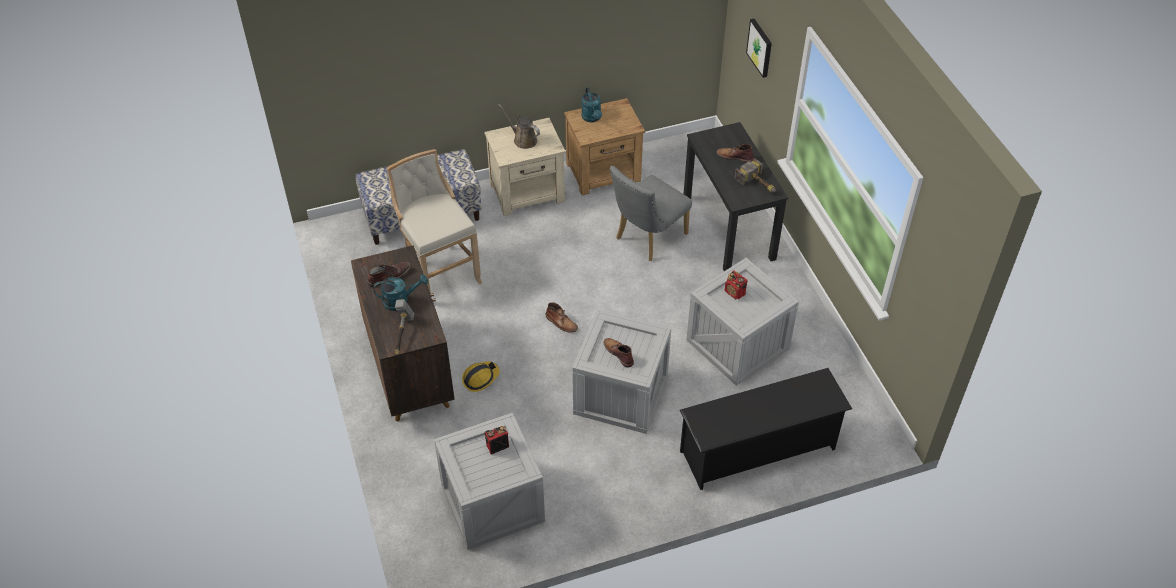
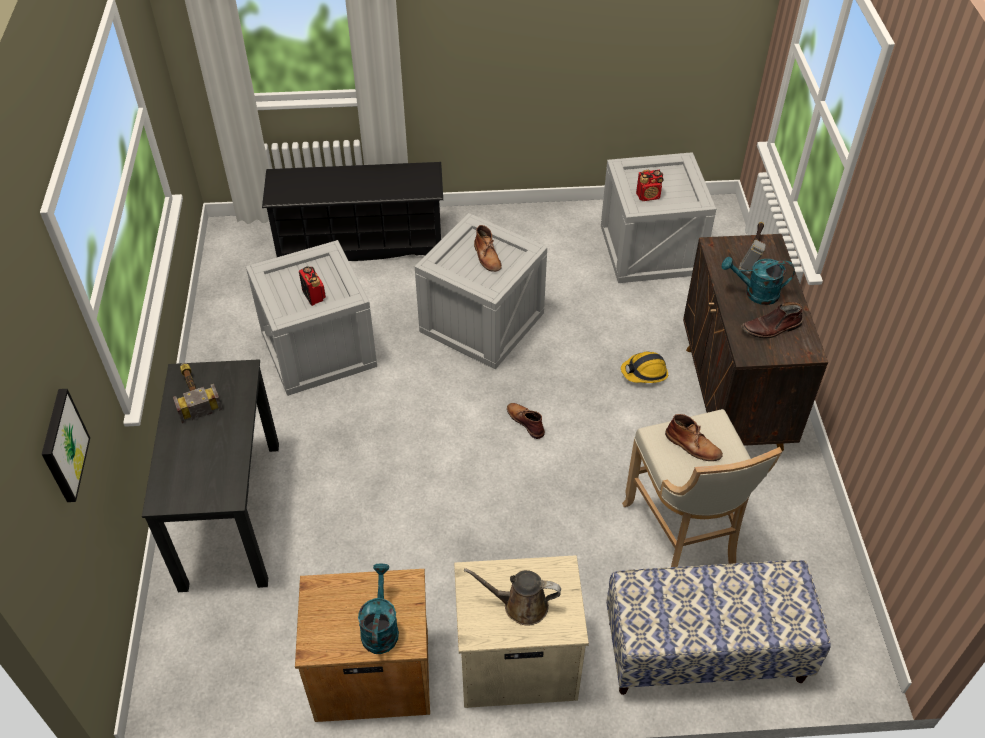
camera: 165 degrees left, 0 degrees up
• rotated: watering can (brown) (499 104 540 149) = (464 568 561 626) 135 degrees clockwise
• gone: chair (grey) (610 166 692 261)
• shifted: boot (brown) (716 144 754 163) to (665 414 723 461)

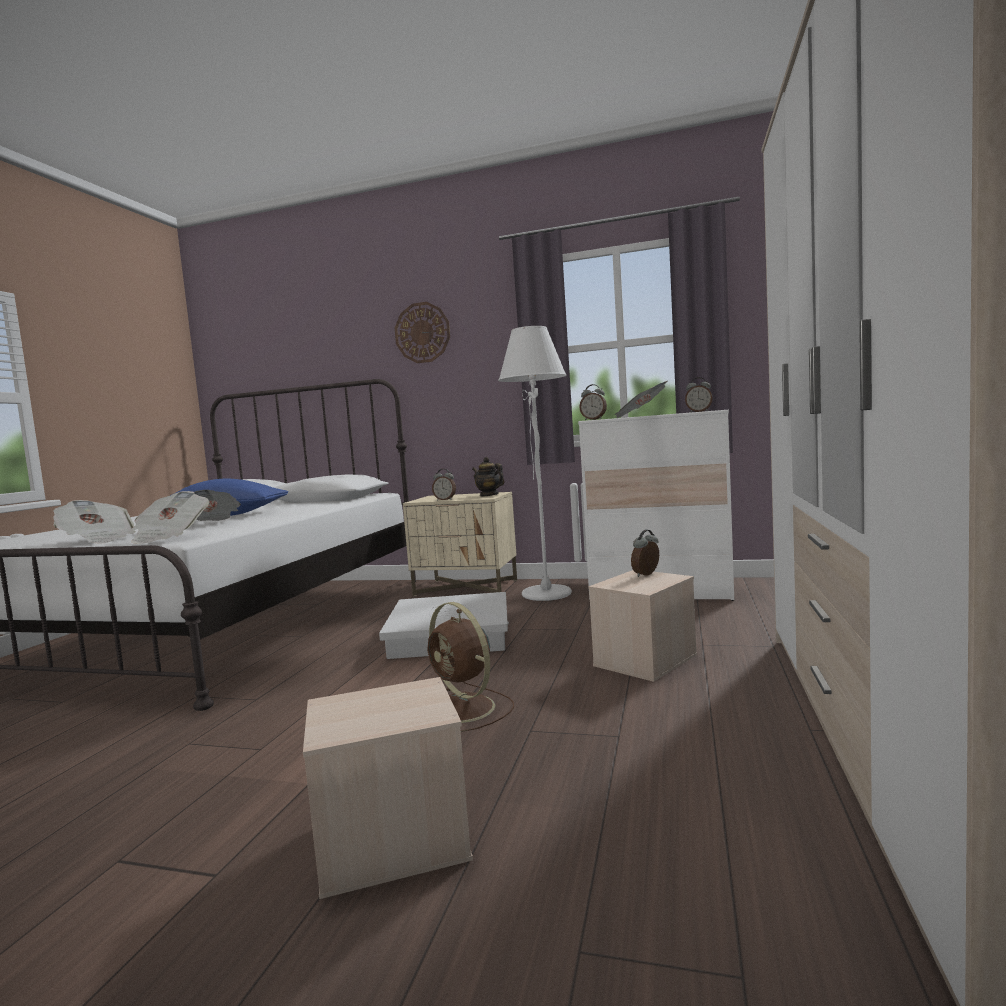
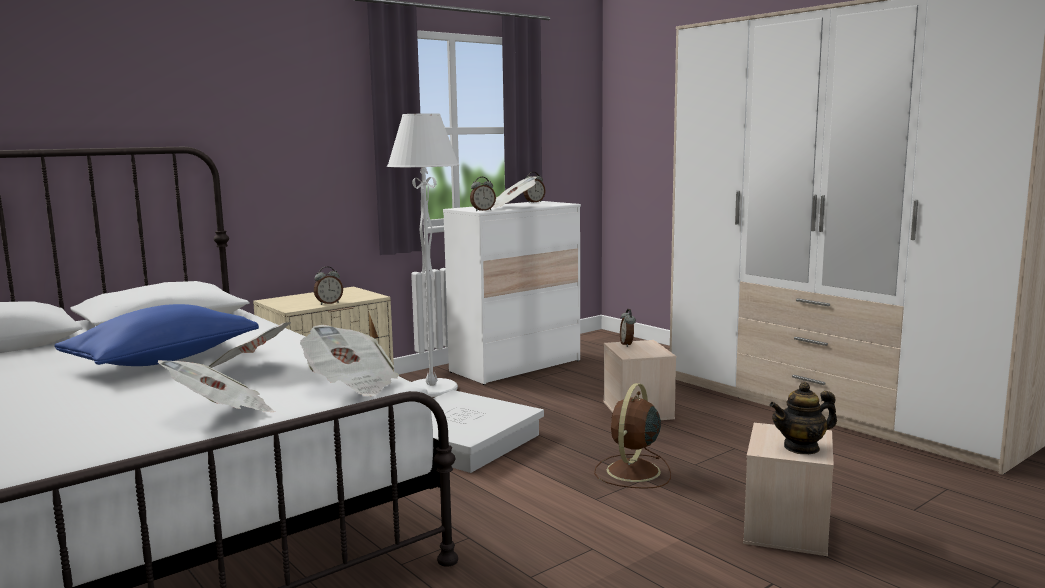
camera: 55 degrees left, 5 degrees up
• gone: wall clock (395 302 450 363)
• rotated: fan (brown) (427 602 514 732) = (594 383 671 489) 120 degrees clockwise
• shifted: teapot (472 457 504 496) to (769 382 837 454)

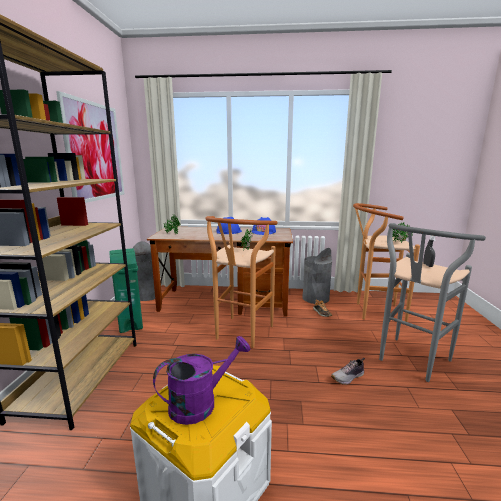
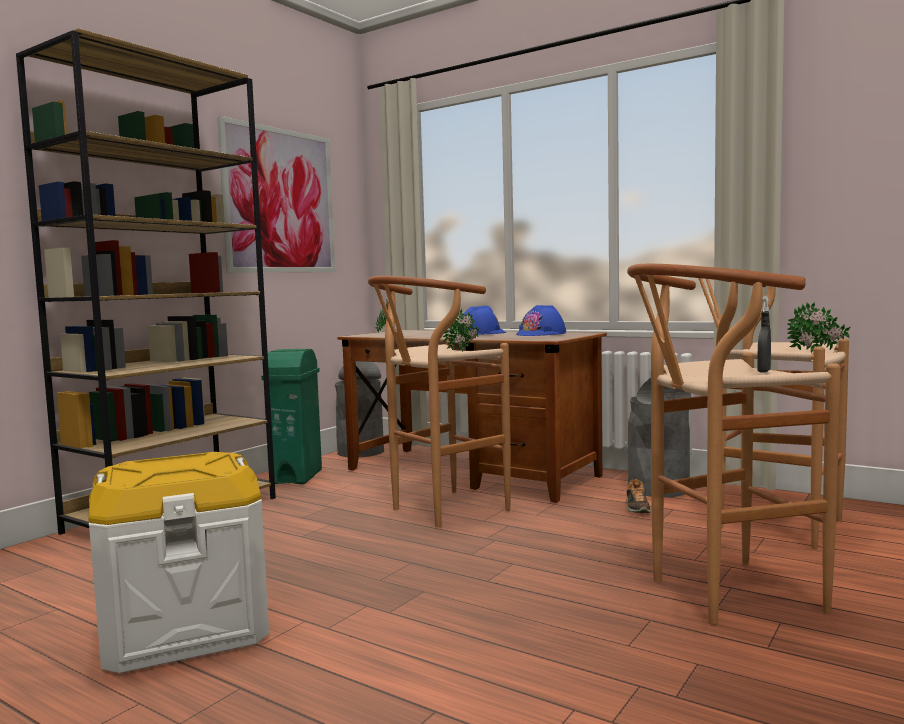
camera: 30 degrees right, 10 degrees down
• gone: watering can (purple) (153 336 250 425)
• gone: shoe (331 358 365 385)
• repainted: stool (grey) (379 223 486 382) to stool (brown) (627 264 841 625)

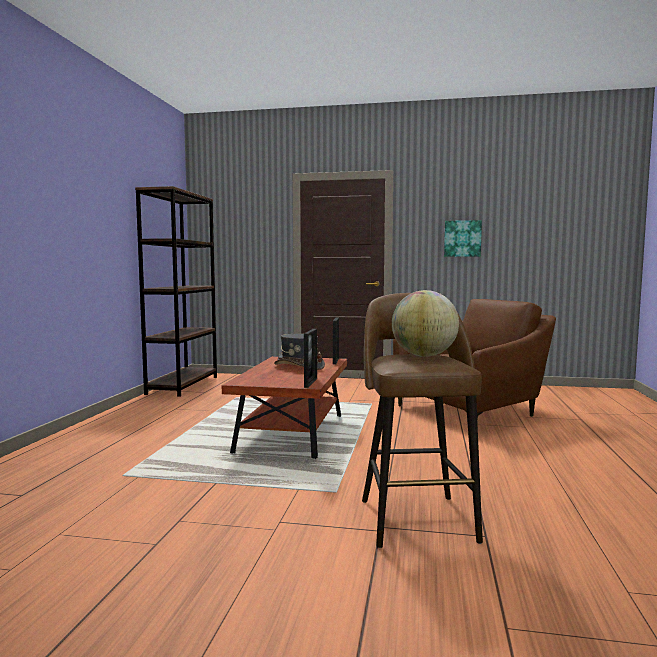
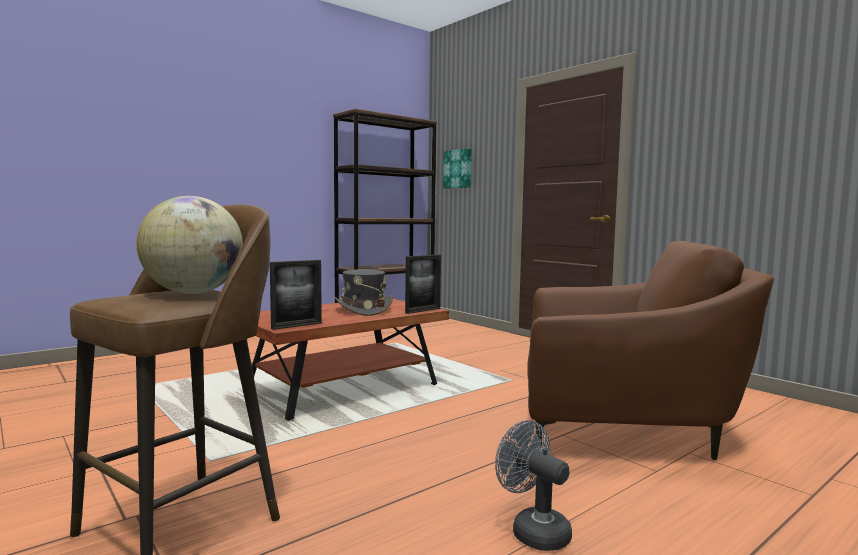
camera: 40 degrees right, 0 degrees up
• shifted: picture (444 220 482 257) to (443 148 472 189)
• new: fan (grey) (495 420 572 551)

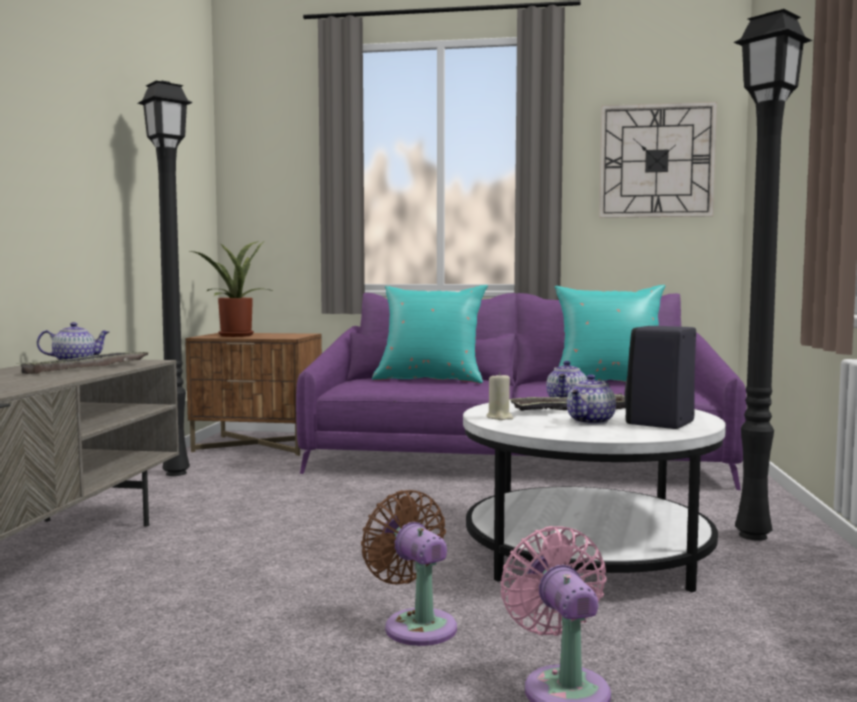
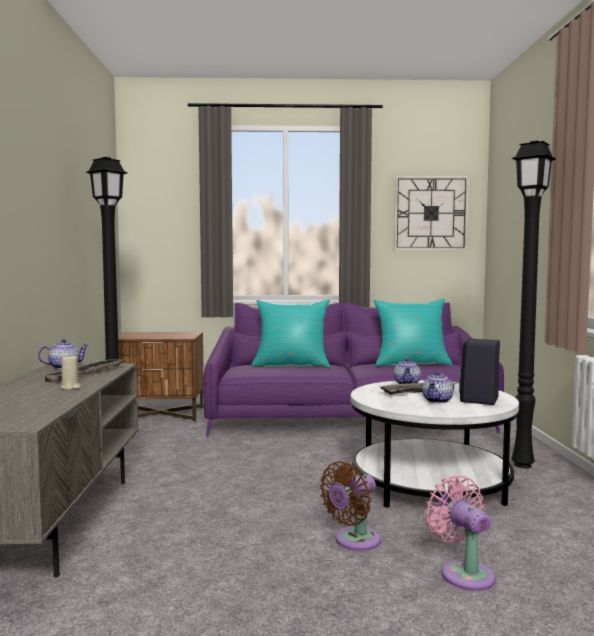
camera: 10 degrees left, 0 degrees up
• gone: potted plant (190 241 274 337)
• rotated: fan (brown) (361 490 457 646) = (320 461 381 551) 90 degrees counterclockwise
• shifted: candle (beige) (487 372 513 420) to (60 354 81 390)

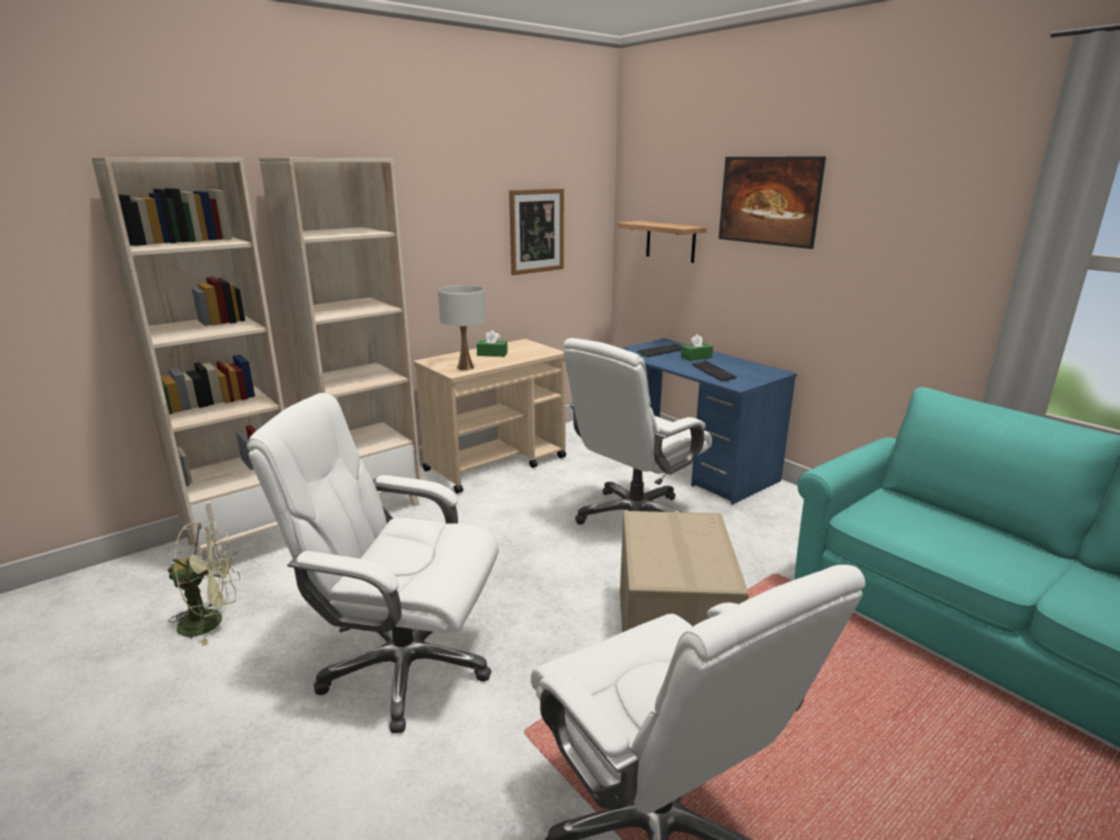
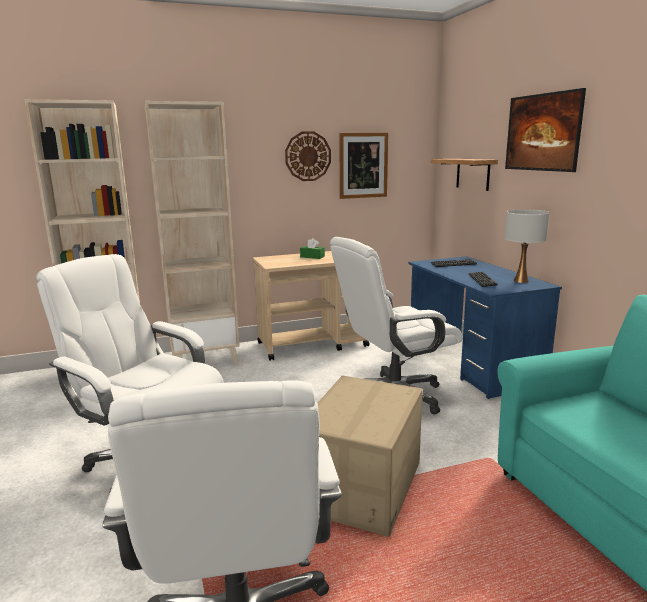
camera: 20 degrees right, 5 degrees down
• gone: fan (green) (168 520 240 646)
• shifted: table lamp (white) (438 285 486 370) to (505 210 550 283)
• gone: tissue box (green) (681 334 713 361)
• new: wall clock (285 131 331 181)

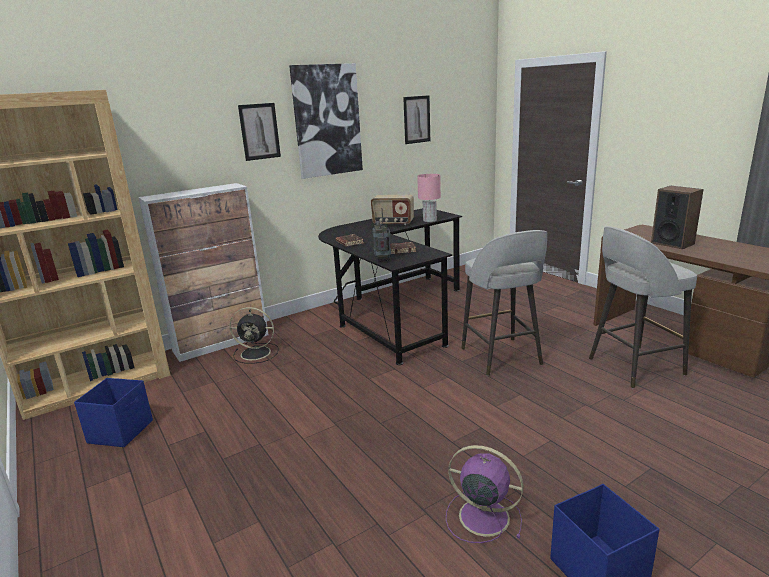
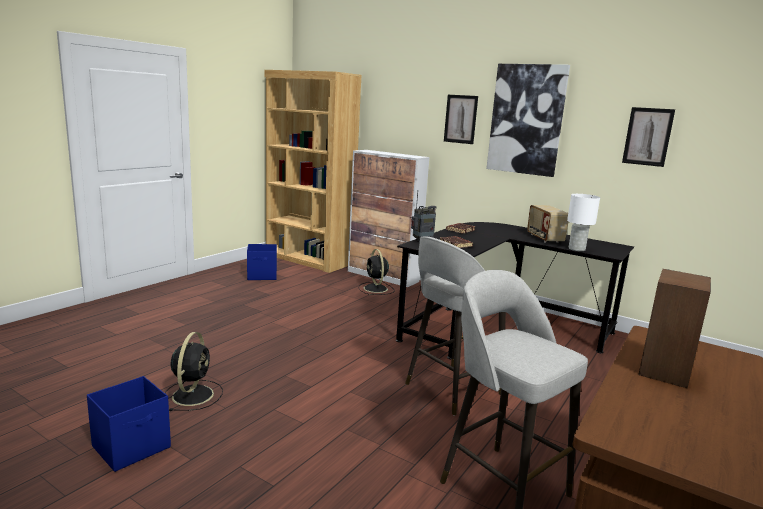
camera: 65 degrees right, 5 degrees down
• repainted: table lamp (pink) (417 174 441 222) to table lamp (white) (567 194 600 251)
• repainted: fan (purple) (446 445 524 543) to fan (black) (165 332 223 411)

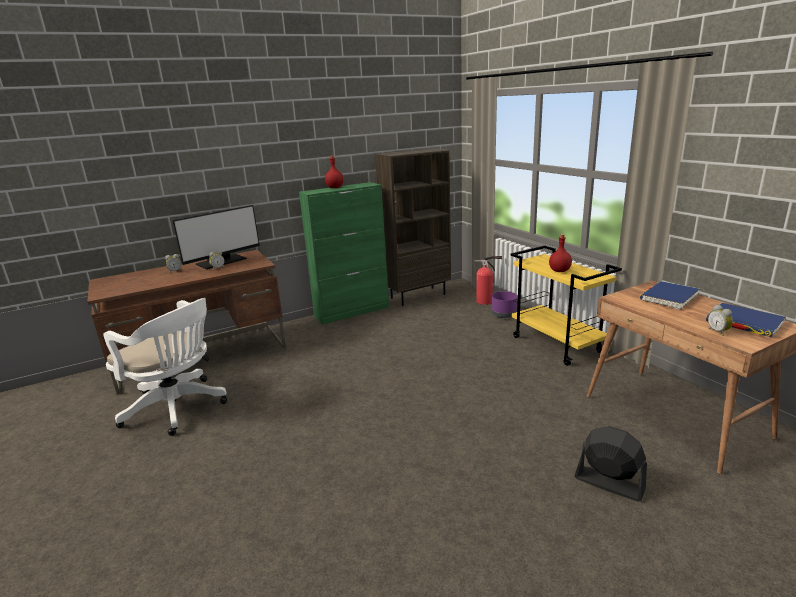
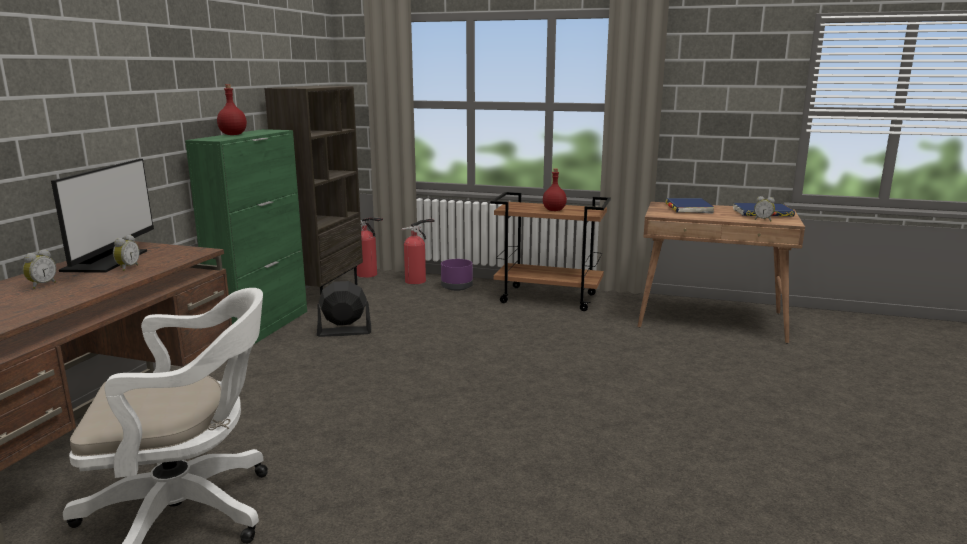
camera: 45 degrees left, 5 degrees down
• repainted: cart (yellow) (510 246 622 366) to cart (brown) (490 192 611 311)
• shifted: fan (black) (574 426 647 501) to (317 281 371 337)
• new: fire extinguisher (357 217 383 278)

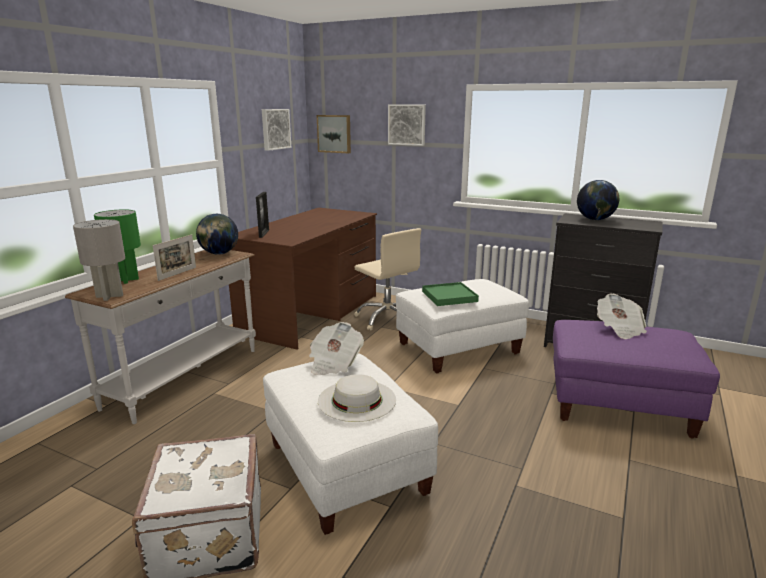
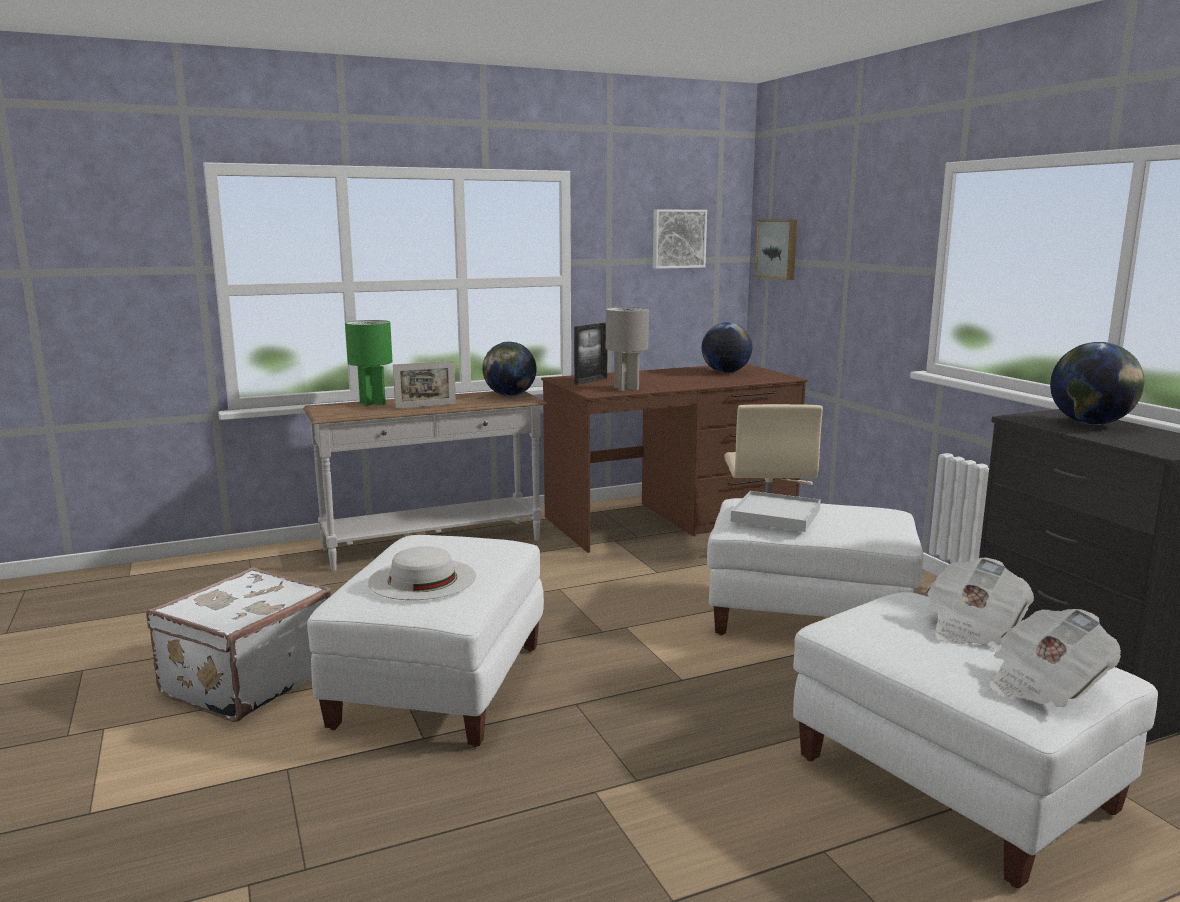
camera: 40 degrees right, 5 degrees down
• shifted: table lamp (grey) (73 219 125 301) to (606 307 649 391)
• shifted: newspaper (309 322 364 375) to (990 609 1121 707)
• gone: picture (388 105 426 146)
• repainted: tray (green) (422 282 479 306) to tray (white) (731 491 821 532)
• repainted: ottoman (purple) (553 320 720 438) to ottoman (white) (793 592 1158 889)
• new: globe (702 322 752 373)

